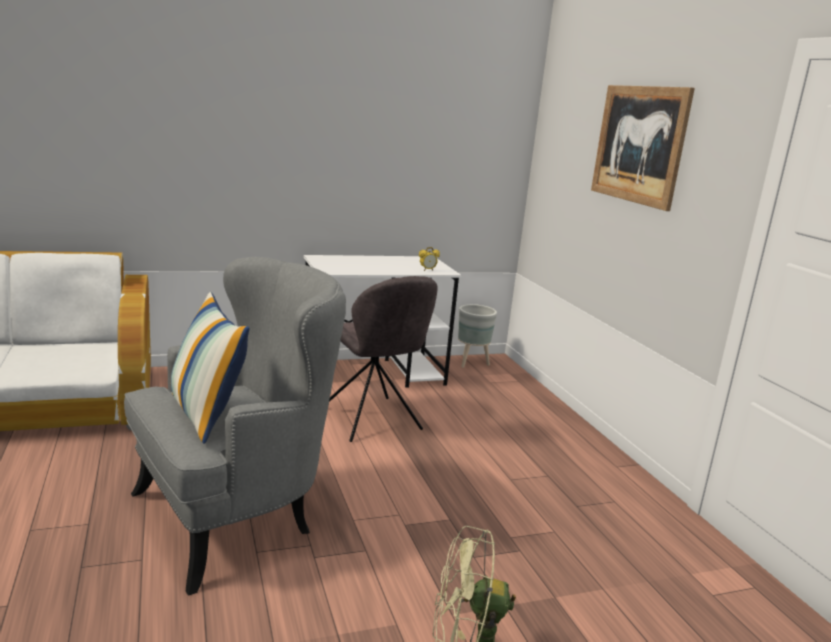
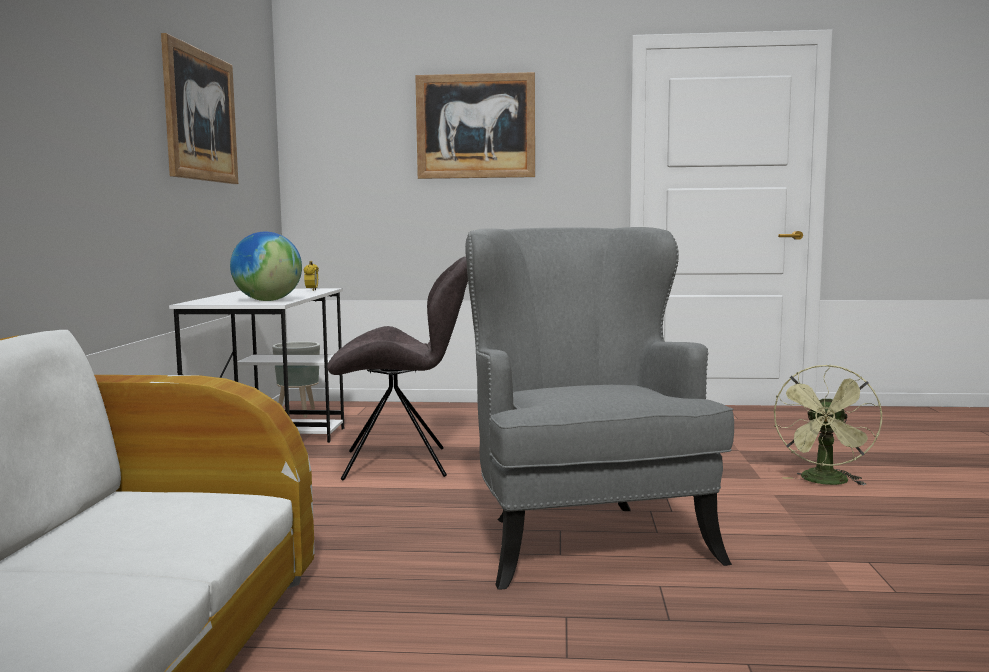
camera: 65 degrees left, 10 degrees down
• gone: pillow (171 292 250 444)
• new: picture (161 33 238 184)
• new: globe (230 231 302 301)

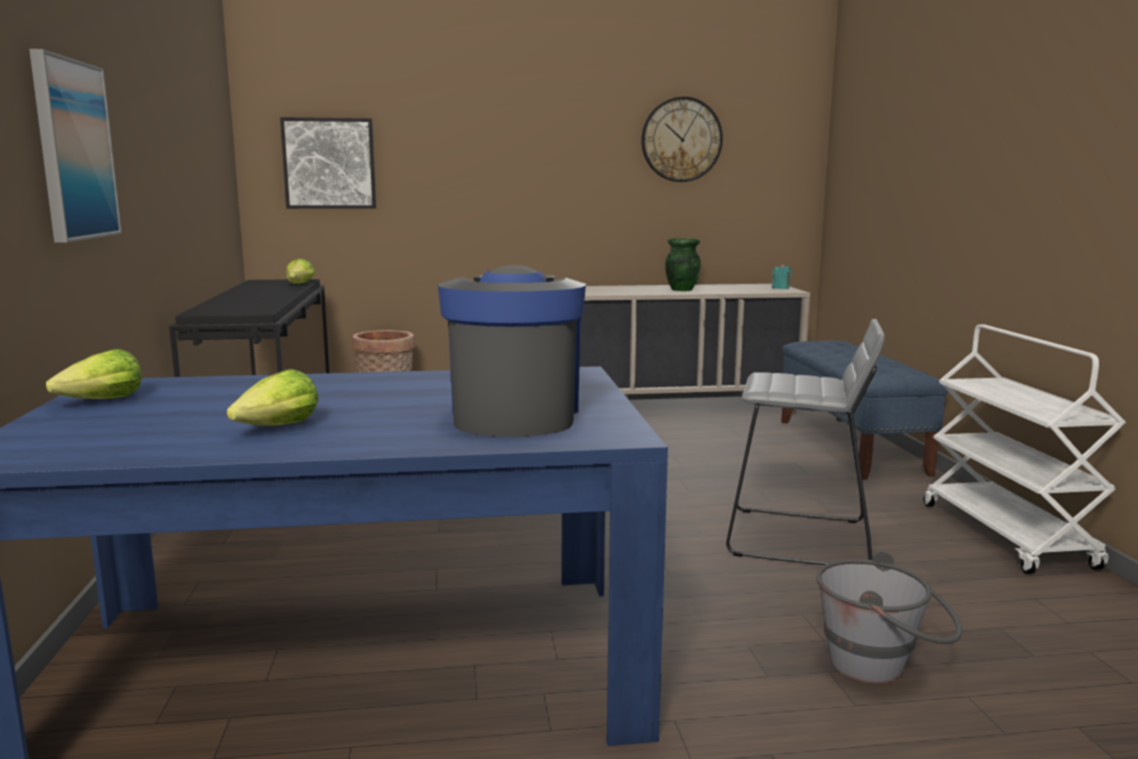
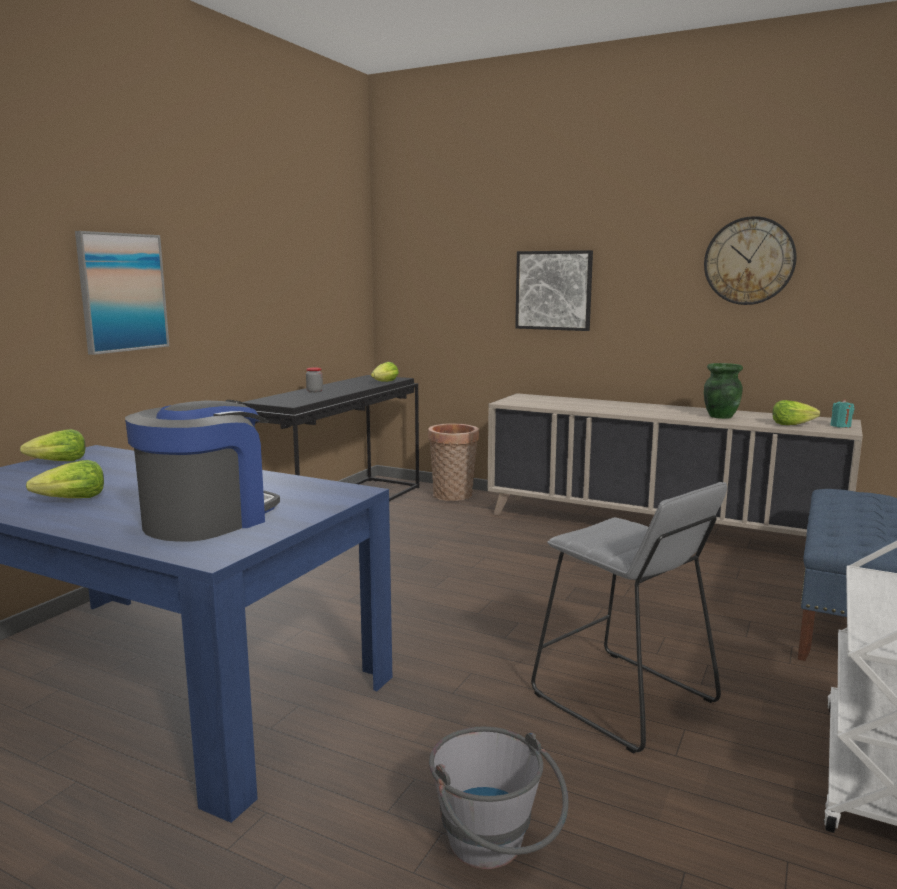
camera: 35 degrees right, 0 degrees up
• shifted: picture (280 117 376 209) to (515 250 593 331)
• new: jar (306 368 323 393)
• new: lettuce (772 400 820 425)

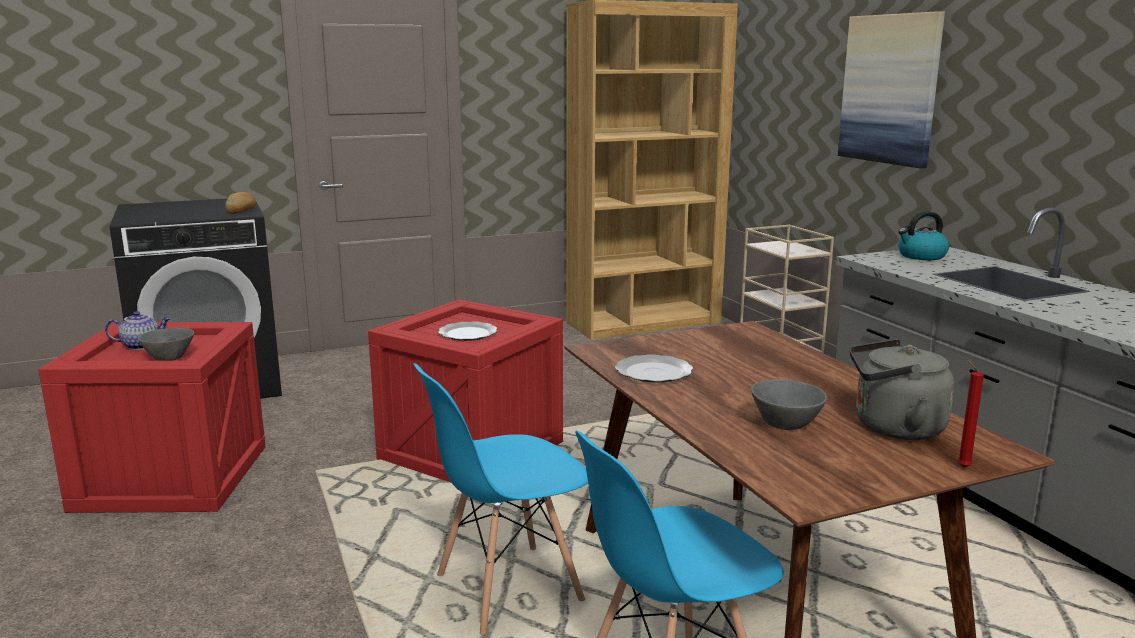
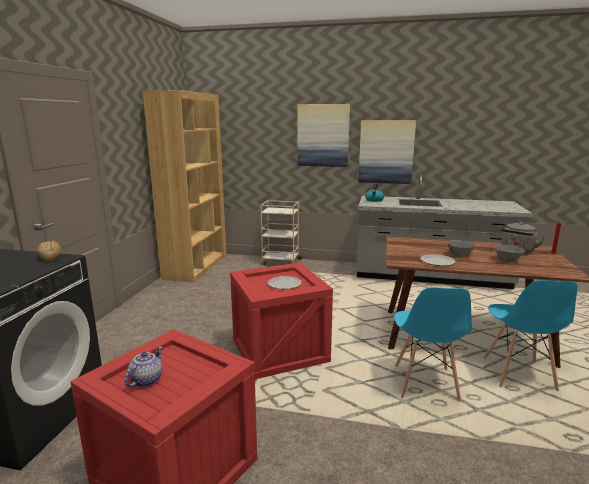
camera: 55 degrees left, 0 degrees up
• shifted: bowl (grey) (137 328 194 361) to (447 240 476 257)
• new: picture (358 120 416 184)

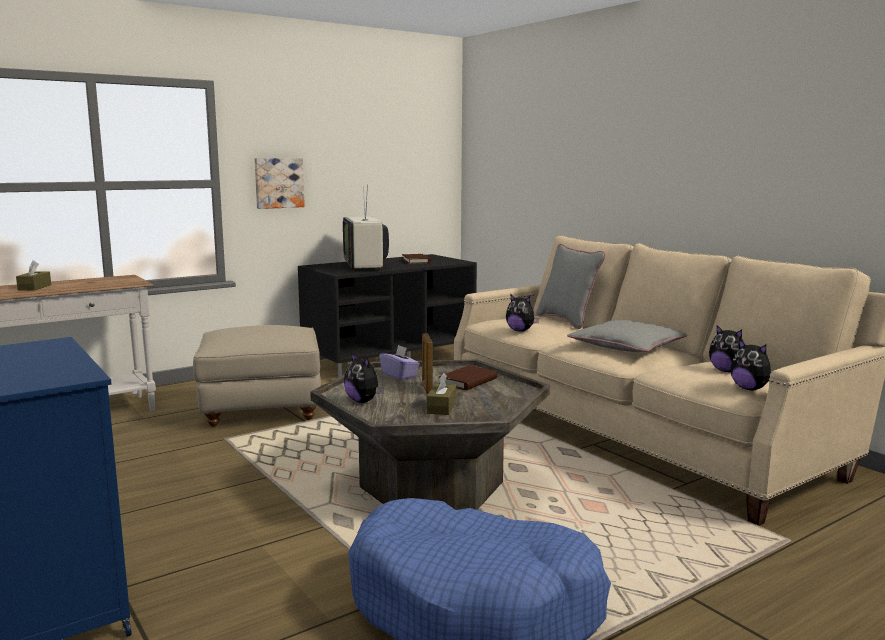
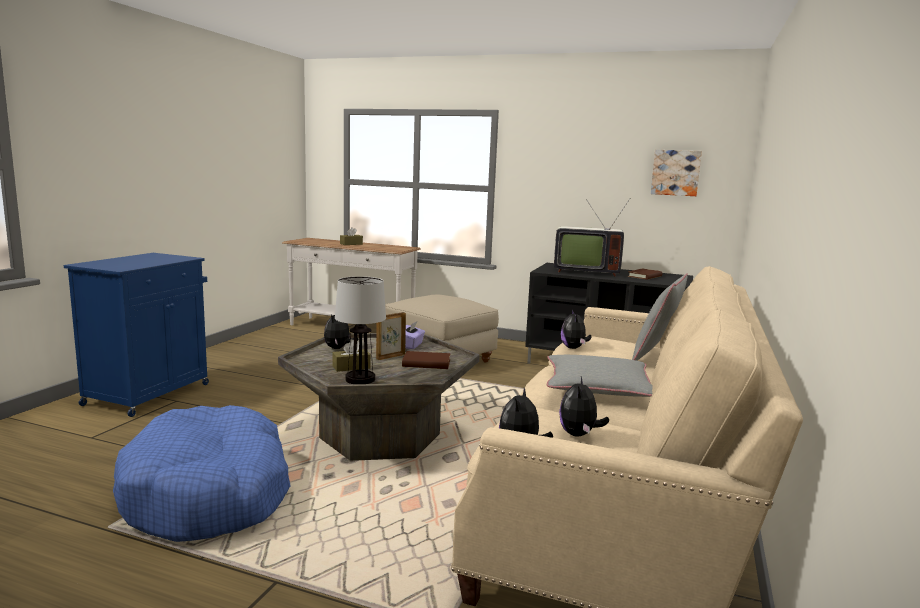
camera: 55 degrees right, 0 degrees up
• shifted: picture (255 158 305 209) to (651 150 702 196)
• rotated: television (343 185 389 272) = (554 199 630 276) 120 degrees counterclockwise
• new: table lamp (335 276 386 384)

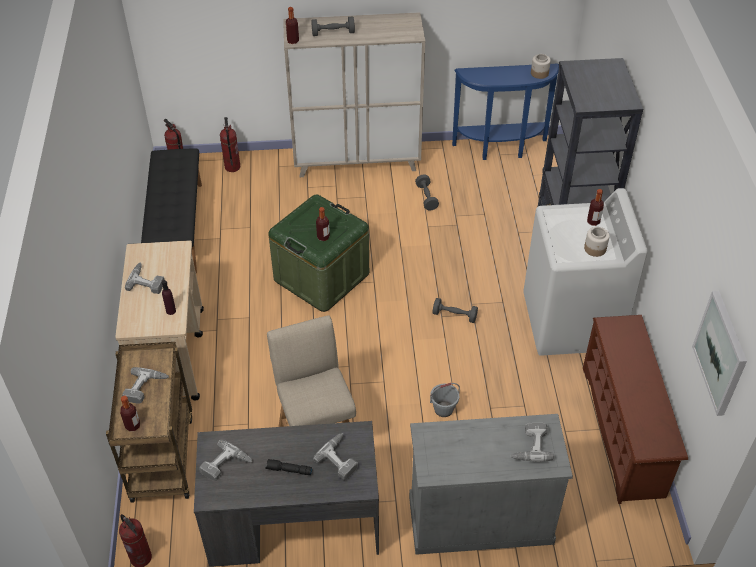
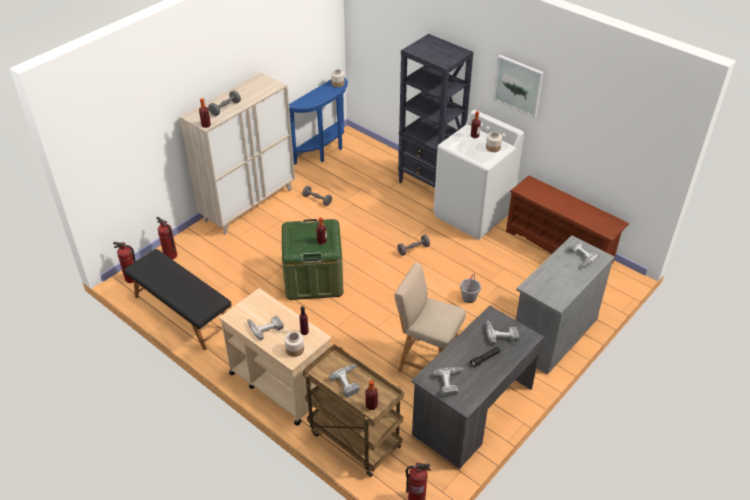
camera: 45 degrees left, 5 degrees down
• shifted: picture (692 291 747 416) to (493 55 544 118)
• new: jar (285 331 304 357)

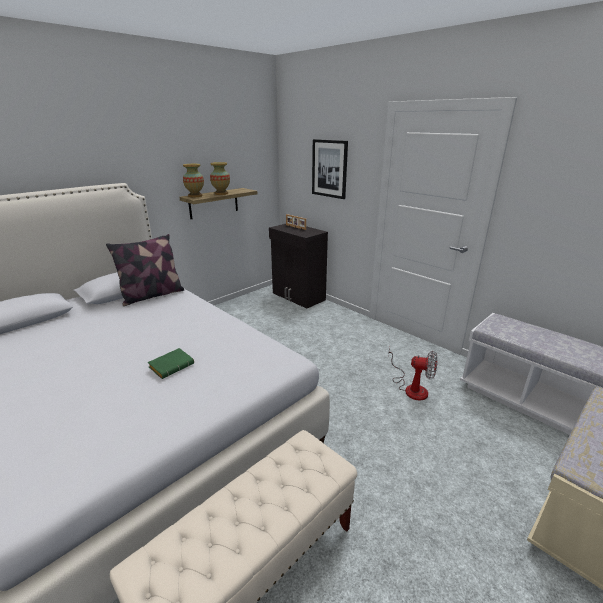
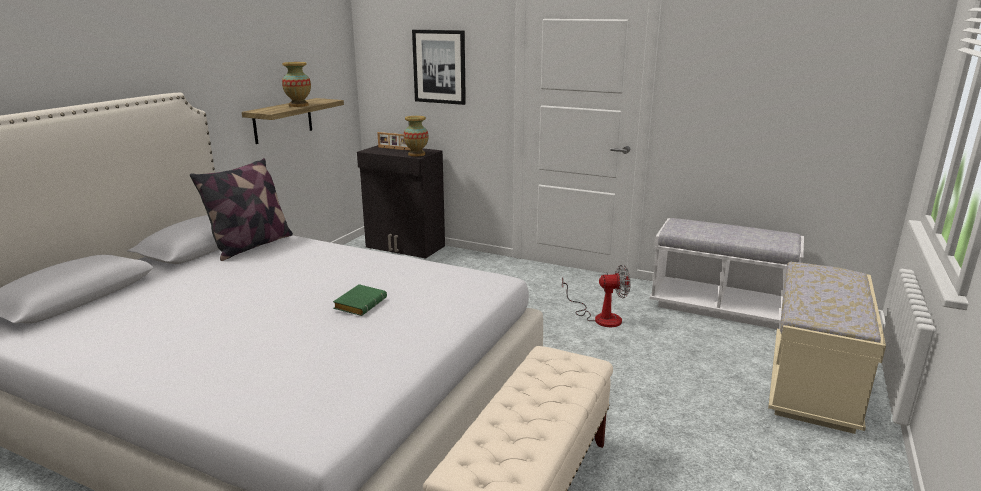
camera: 20 degrees left, 5 degrees down
• shifted: vase (183 164 204 197) to (404 116 428 156)

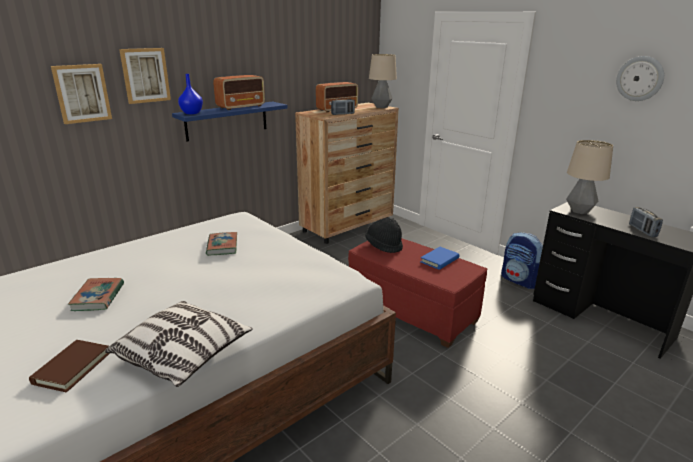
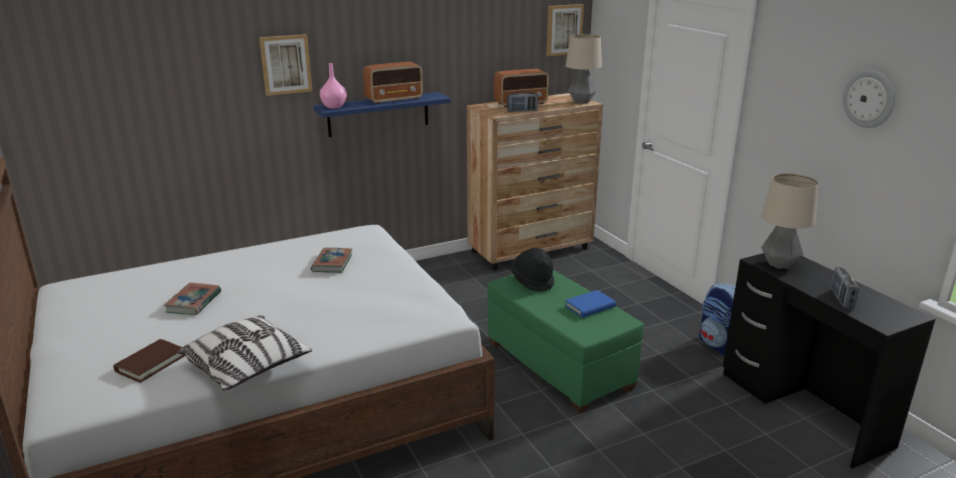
camera: 15 degrees right, 0 degrees up
• shifted: picture (51 64 112 124) to (547 4 584 56)
• repainted: vase (blue) (178 74 203 114) to vase (pink) (320 63 347 109)
• repainted: ottoman (red) (348 238 488 348) to ottoman (green) (487 270 644 413)

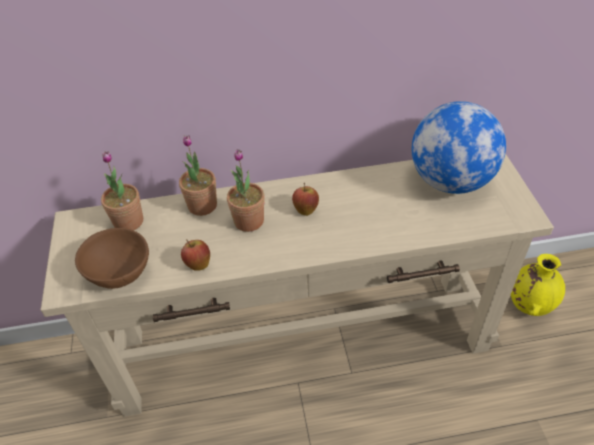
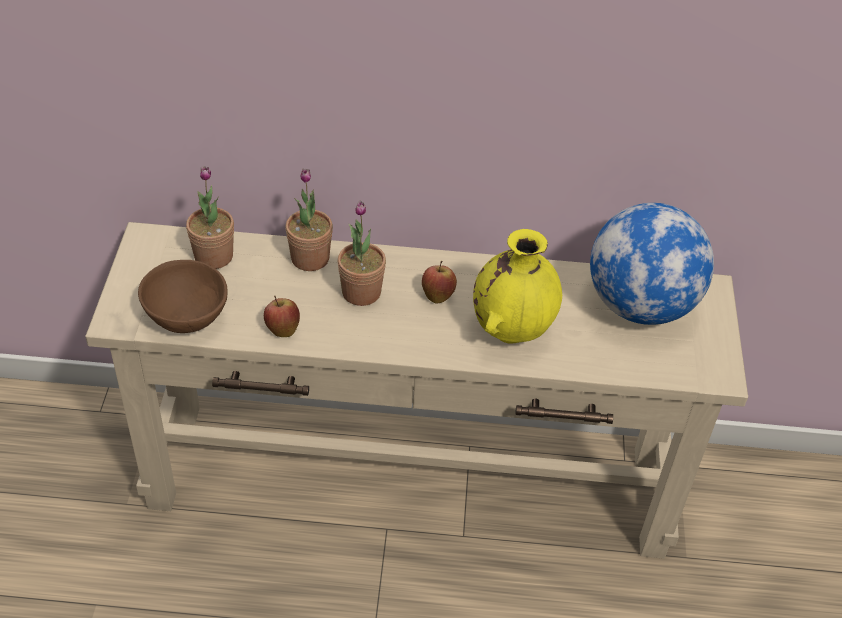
camera: 10 degrees right, 0 degrees up
• shifted: vase (yellow) (511 254 565 316) to (473 229 562 344)

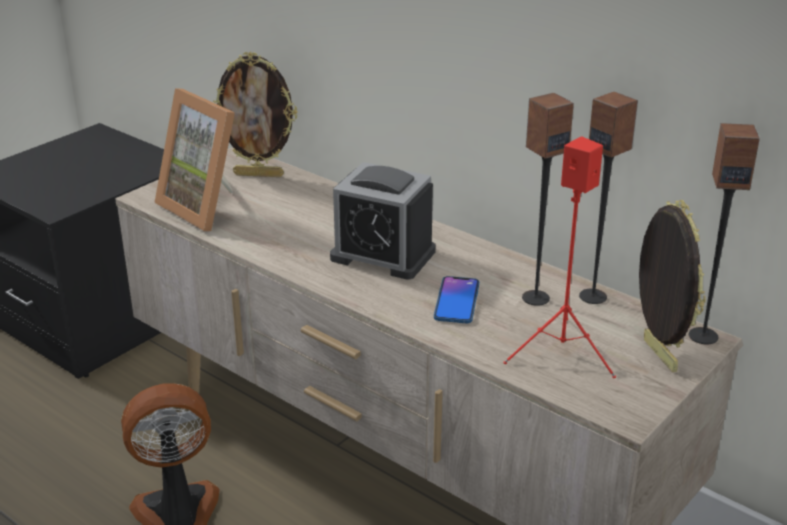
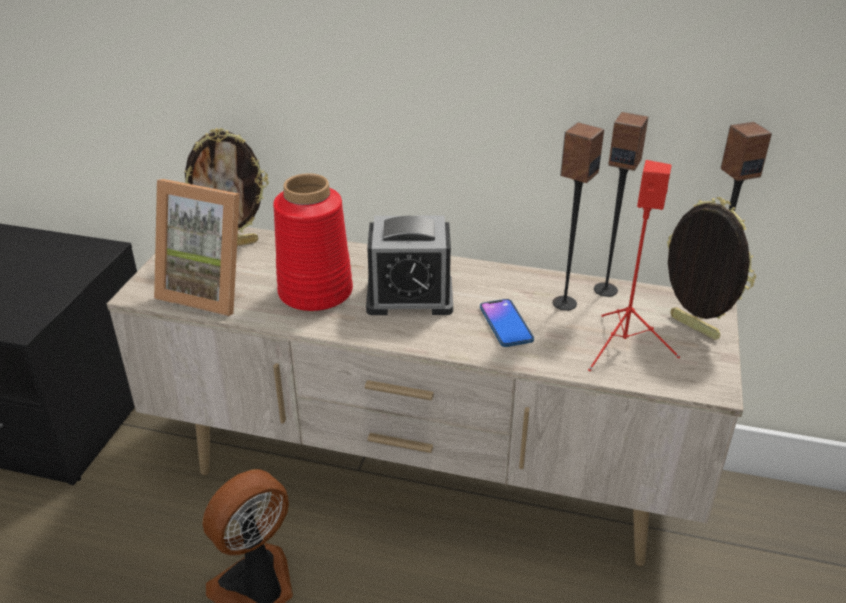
camera: 25 degrees left, 5 degrees up
• new: vase (red) (273 173 353 311)

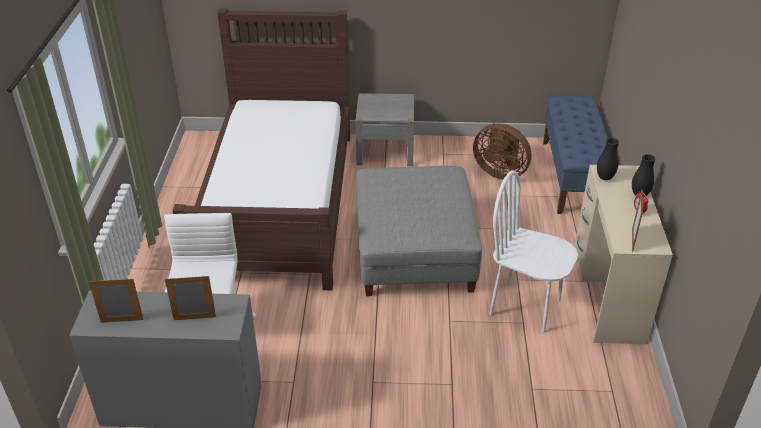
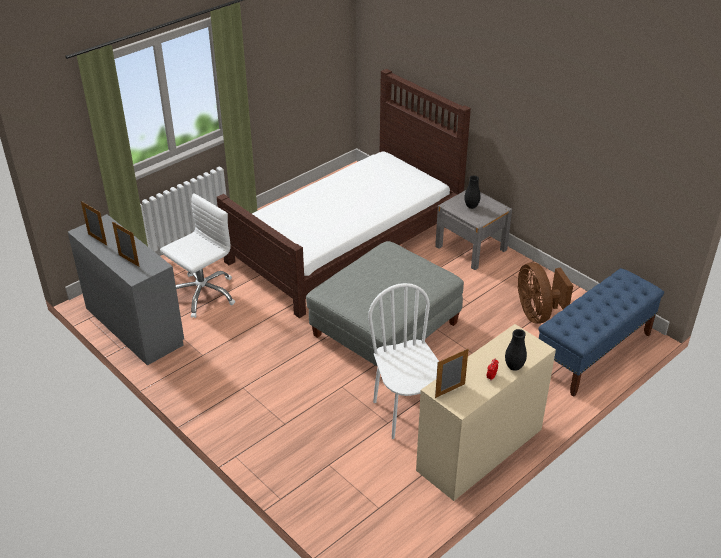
camera: 45 degrees right, 0 degrees up
• shifted: vase (black) (597 138 619 180) to (464 175 481 209)

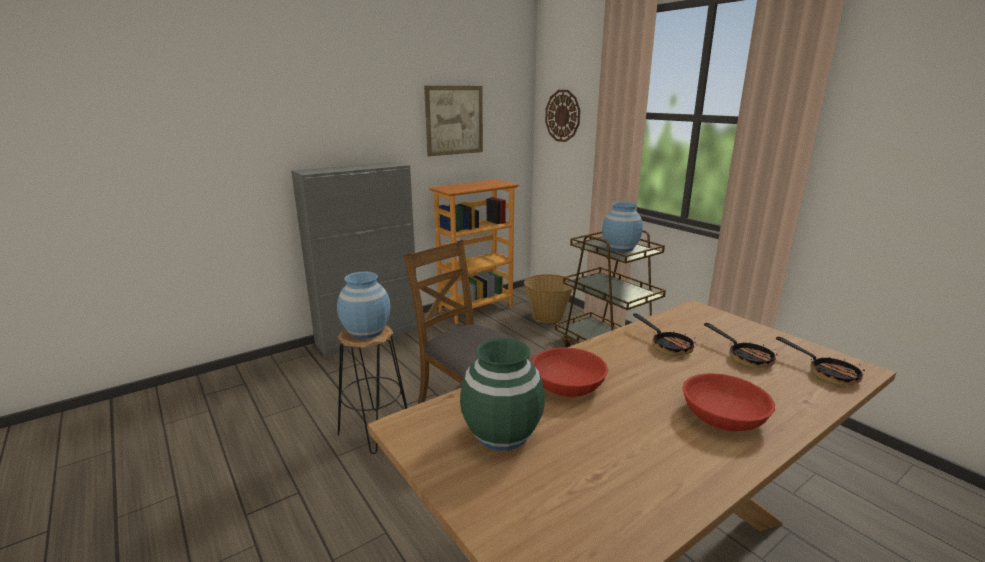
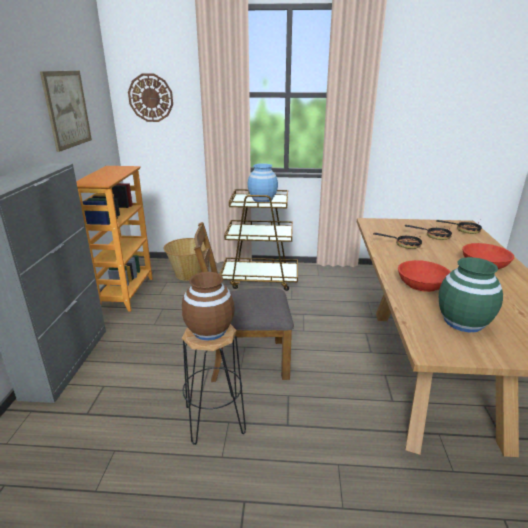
camera: 50 degrees left, 5 degrees up
• repainted: vase (blue) (337 272 390 339) to vase (brown) (182 272 235 341)

